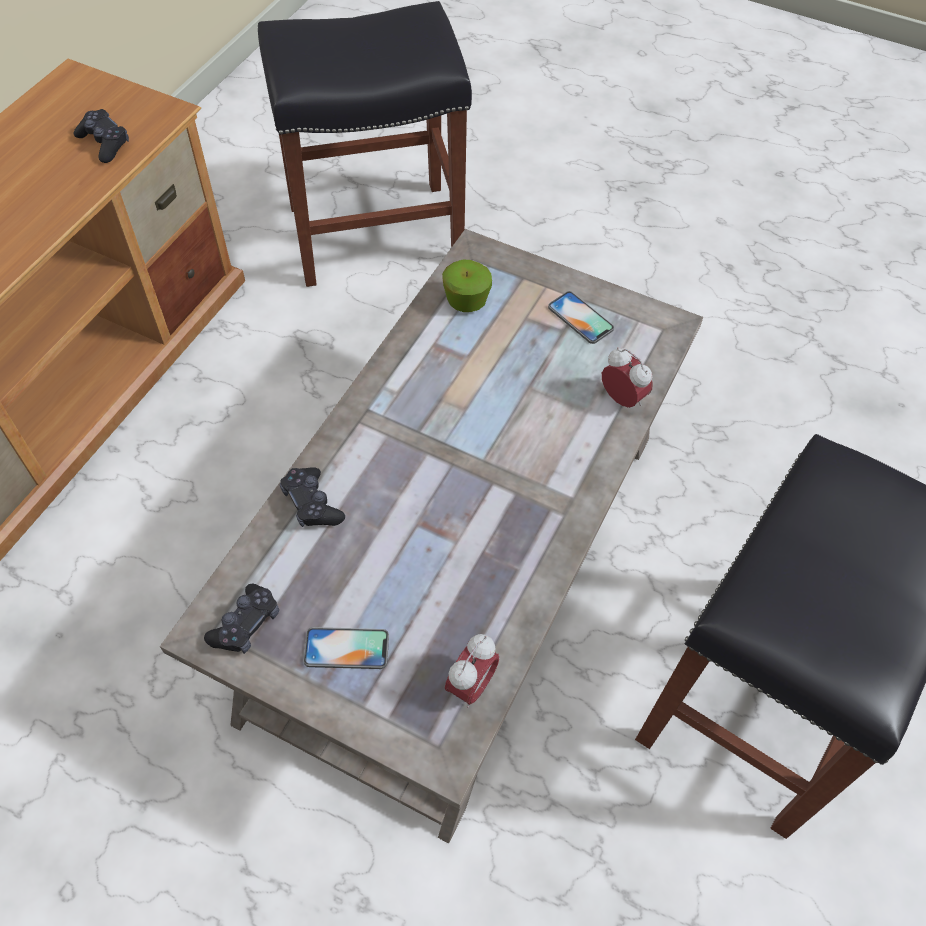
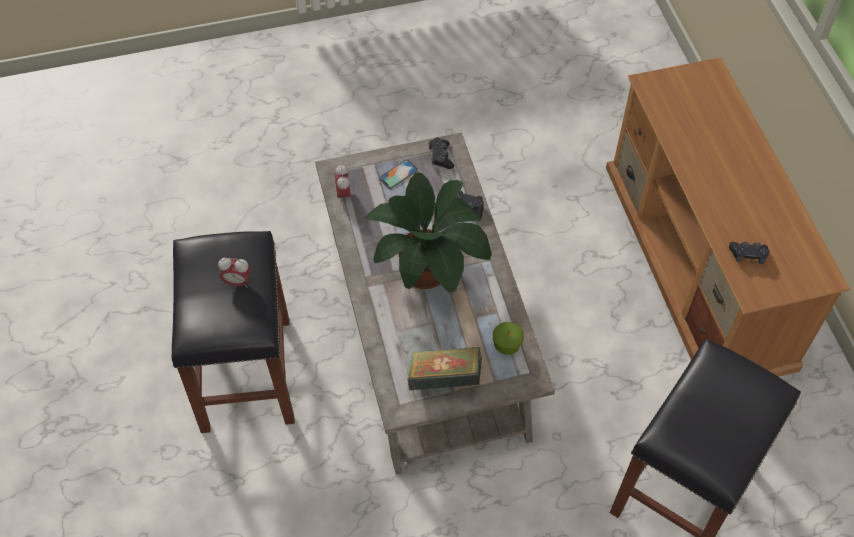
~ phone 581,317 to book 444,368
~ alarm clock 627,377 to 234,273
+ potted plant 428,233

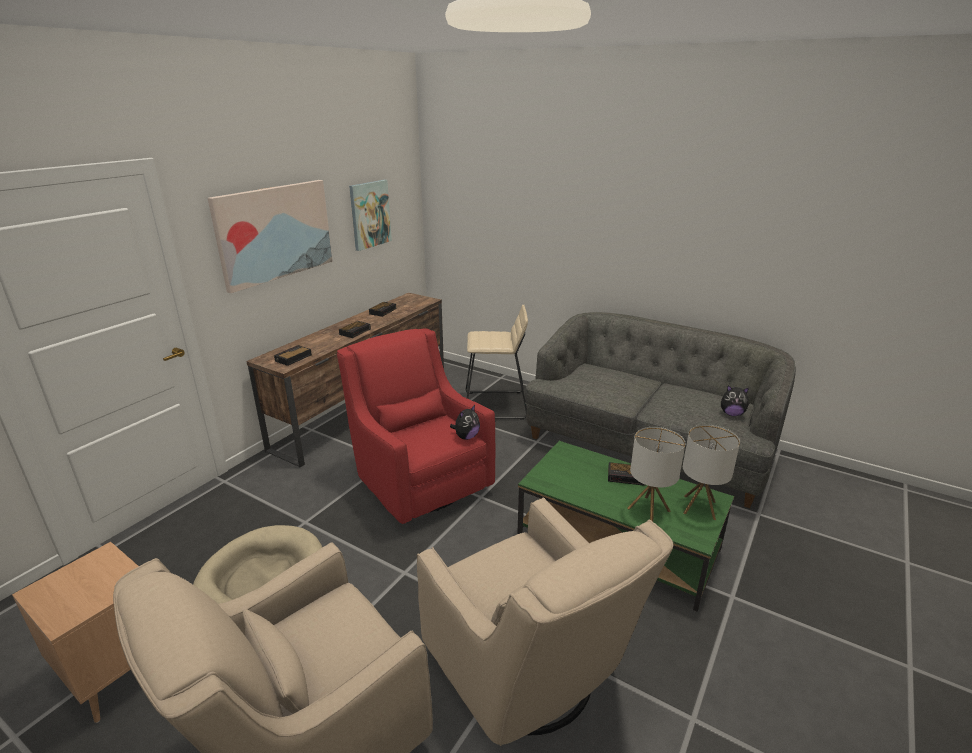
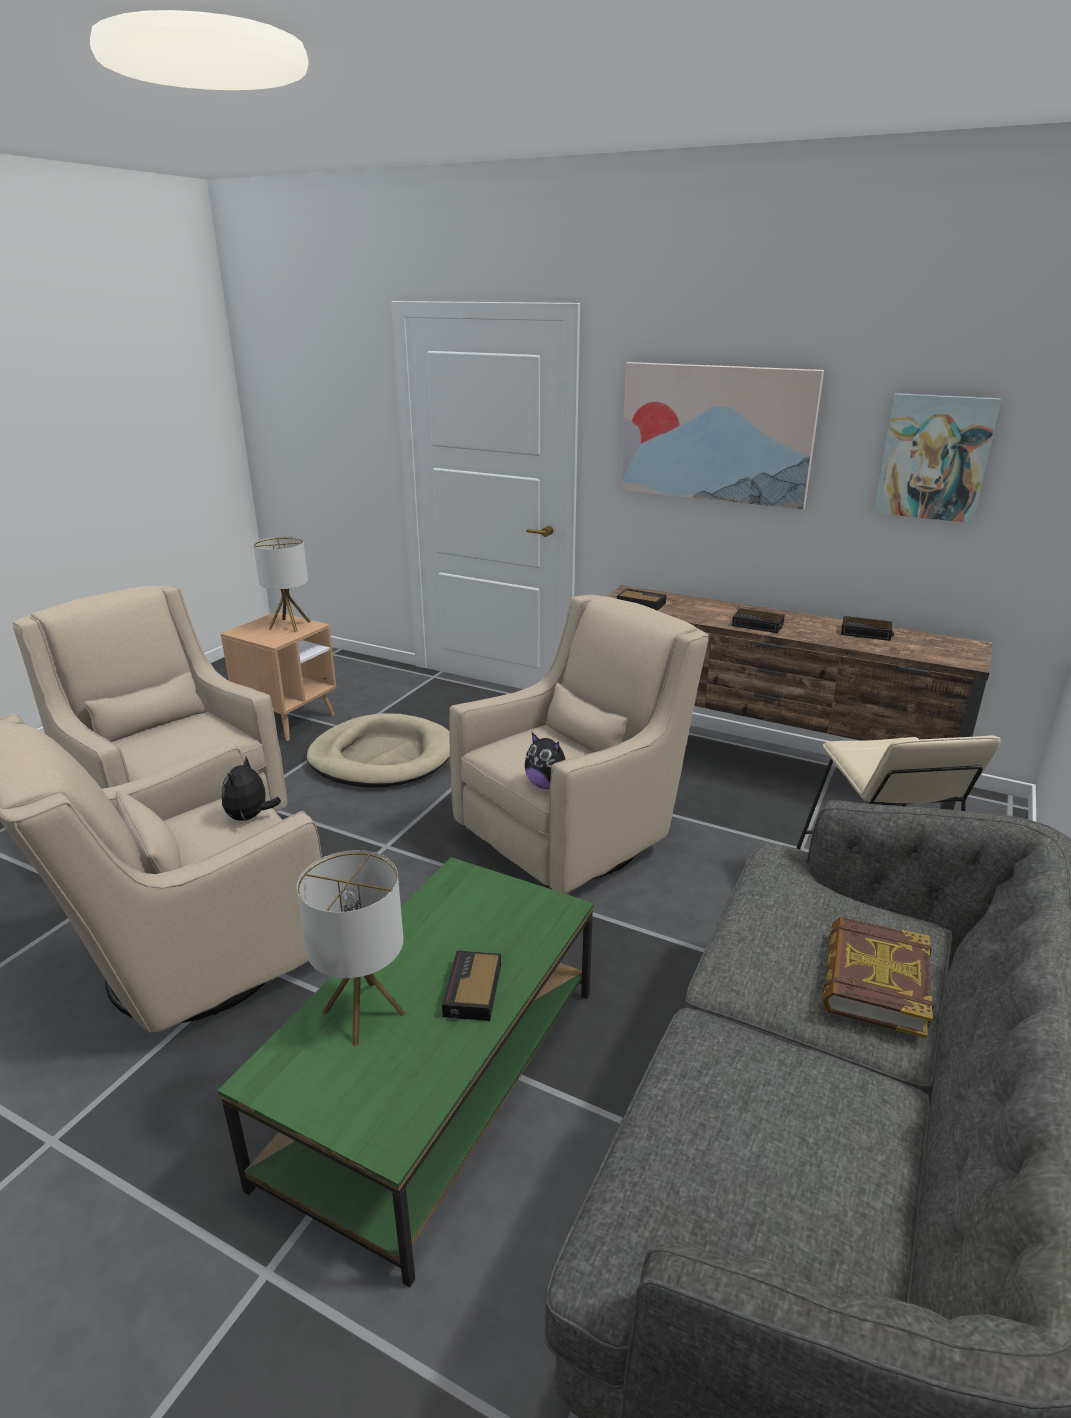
~ reddish armchair 416,426 to beige armchair 579,744
~ lamp for a table 711,472 to 282,584
~ soft toy 735,400 to 251,788
+ book 878,977

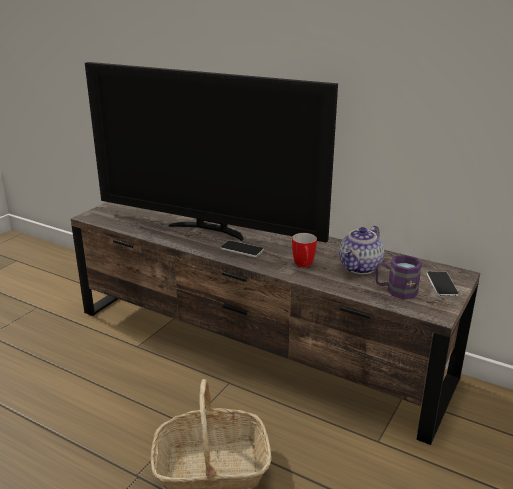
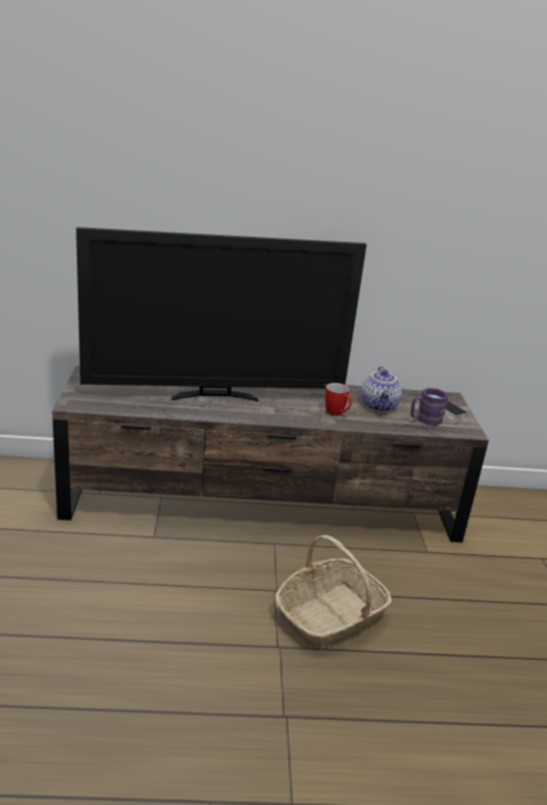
- phone 242,248

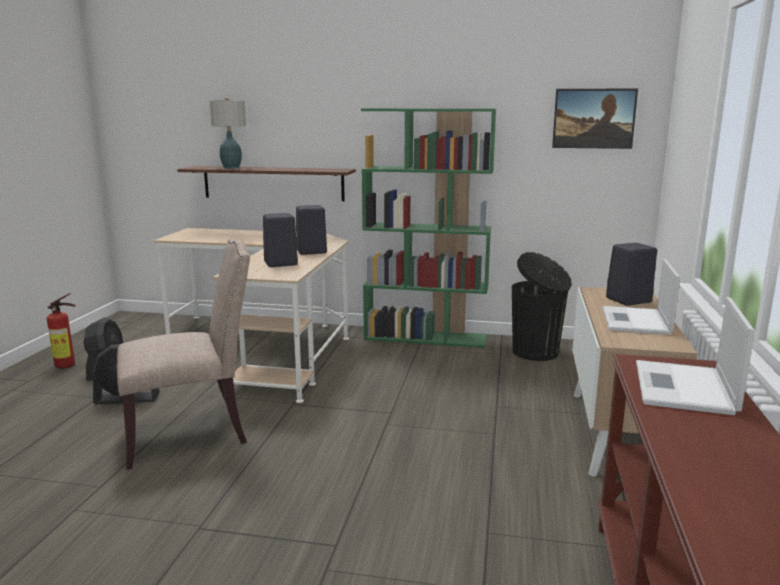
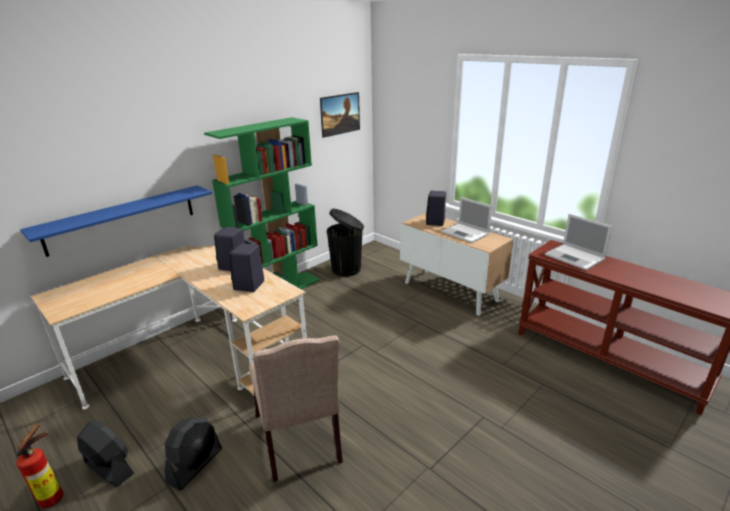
~ beige chair 183,354 = 296,408 150 degrees clockwise
~ brownish bracket shelf 266,183 to bluish bracket shelf 116,221
- lamp for a table 228,133

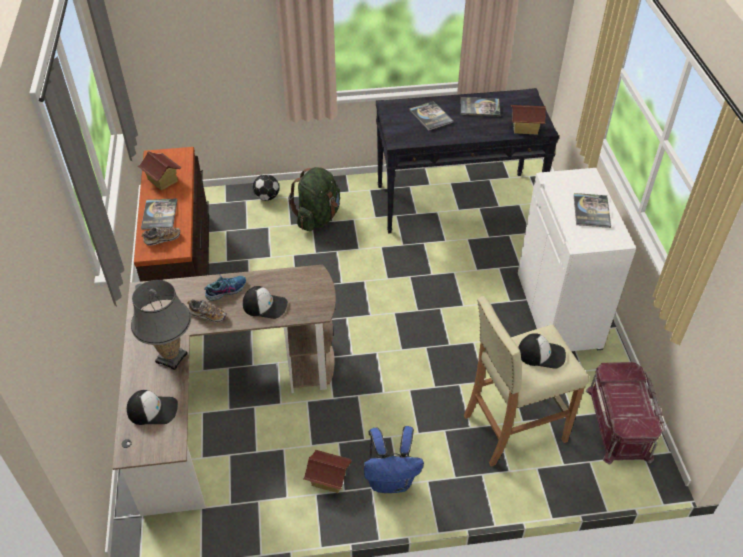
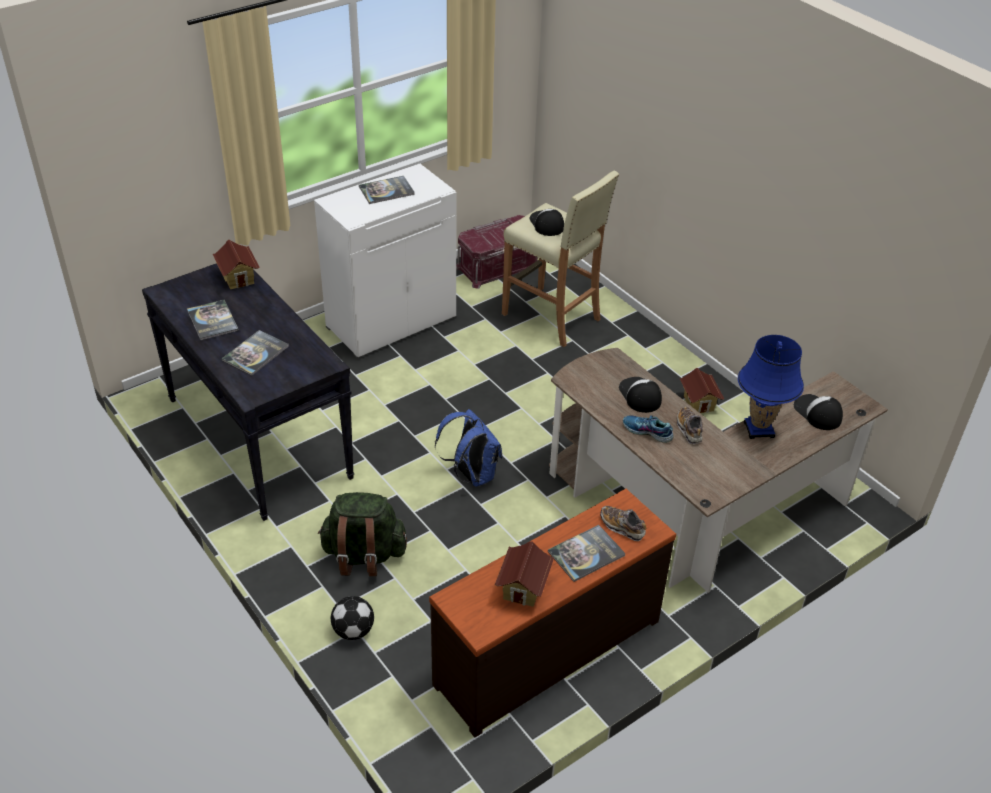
~ grey lamp for a table 161,325 to bluish lamp for a table 771,387
~ bluish rucksack 394,459 to 468,448

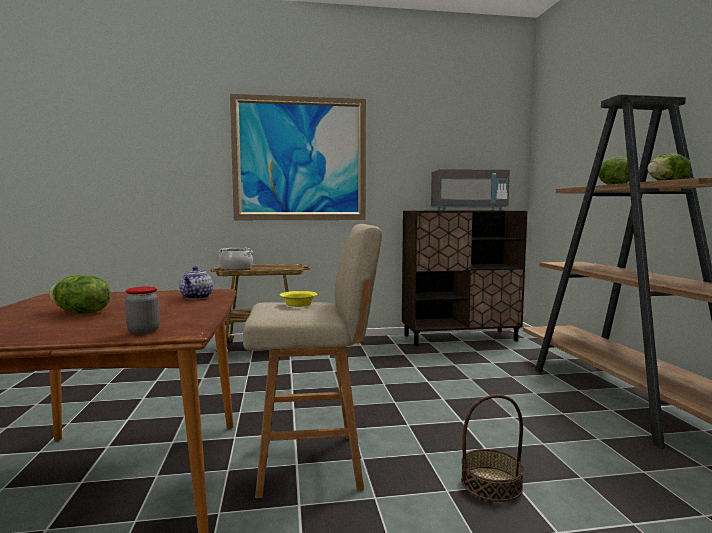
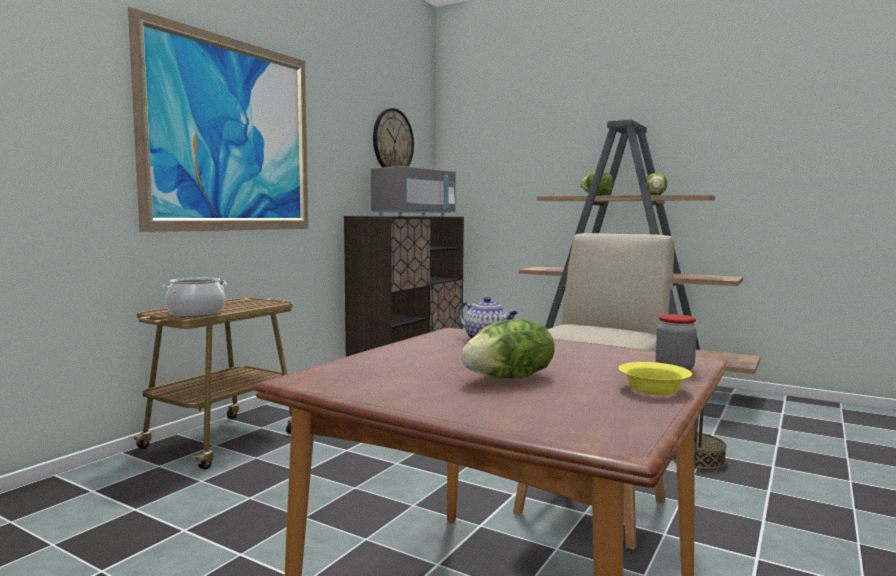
~ yellow-coloured bowl 298,299 to 655,378
+ hanging clock 393,138

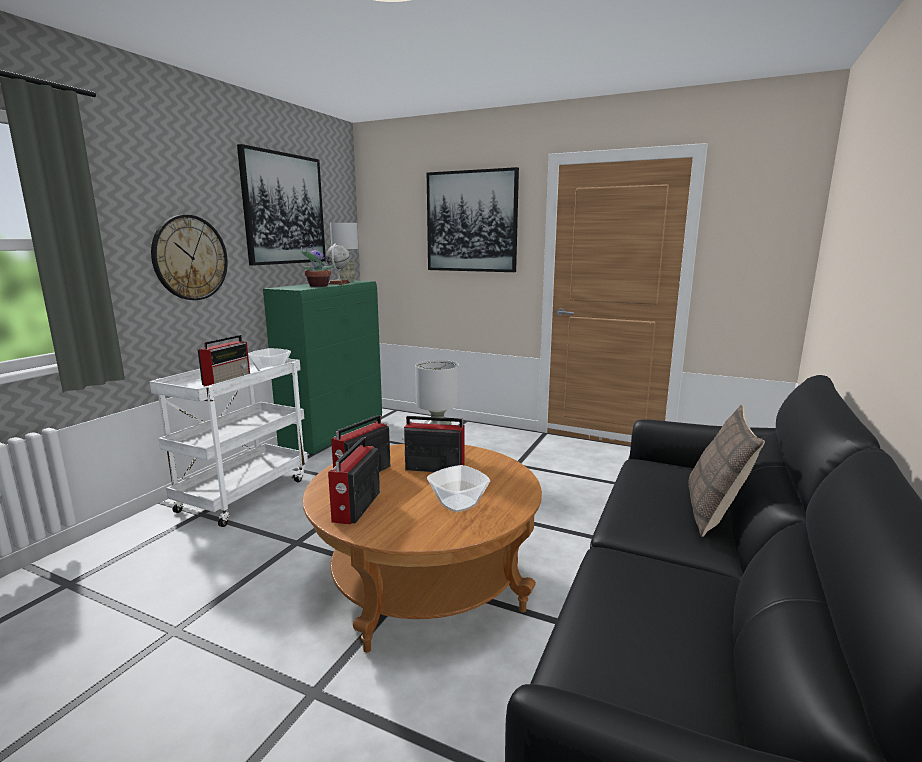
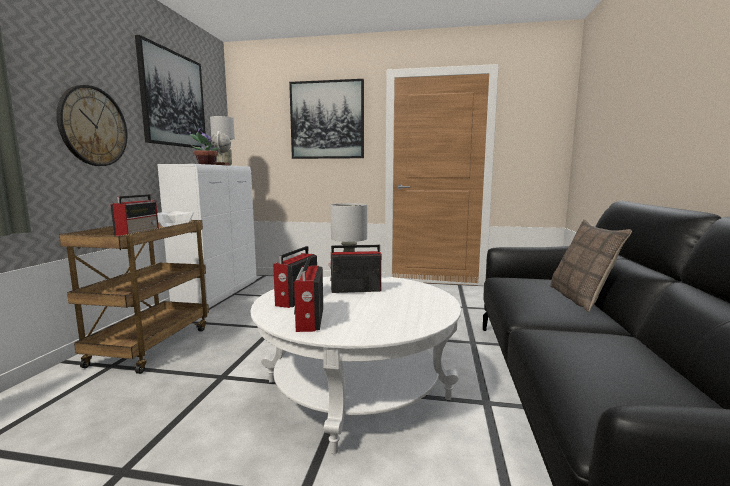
~ white-coloured cart 228,442 to brownish cart 134,297
~ greenish cupboard 322,367 to white-coloured cupboard 206,236
~ brownish coffee table 422,548 to white-coloured coffee table 355,365
- bowl 458,488

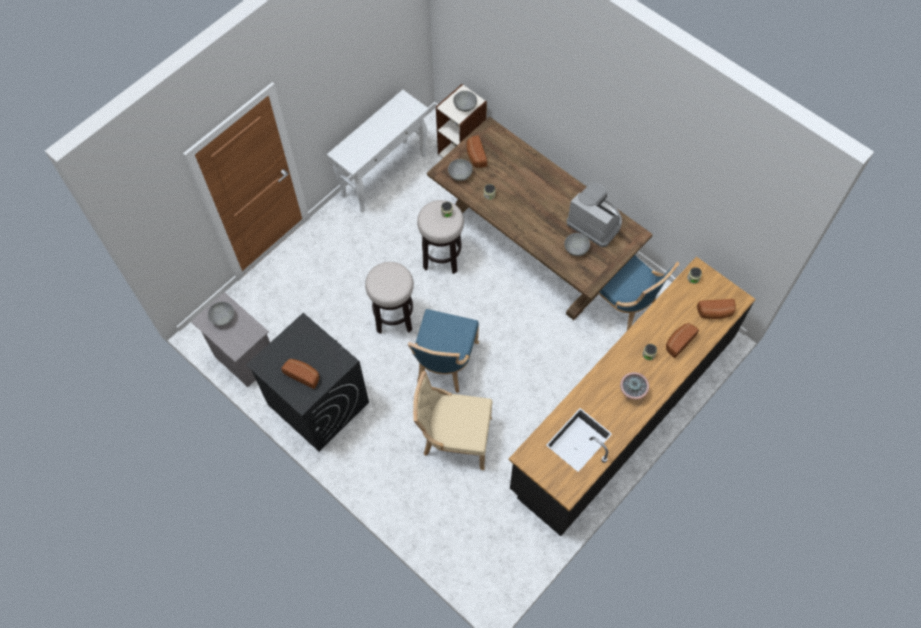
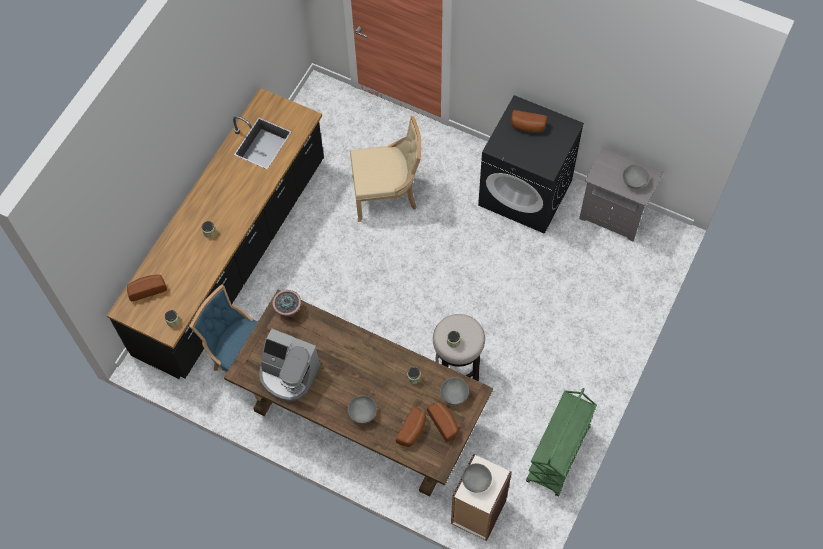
~ white-coloured console table 378,151 to greenish cart 561,442
- stool 389,298
- bluish chair 443,351
~ grey bowl 577,244 to 362,409
~ potted plant 634,386 to 286,303
~ bread 682,340 to 411,427

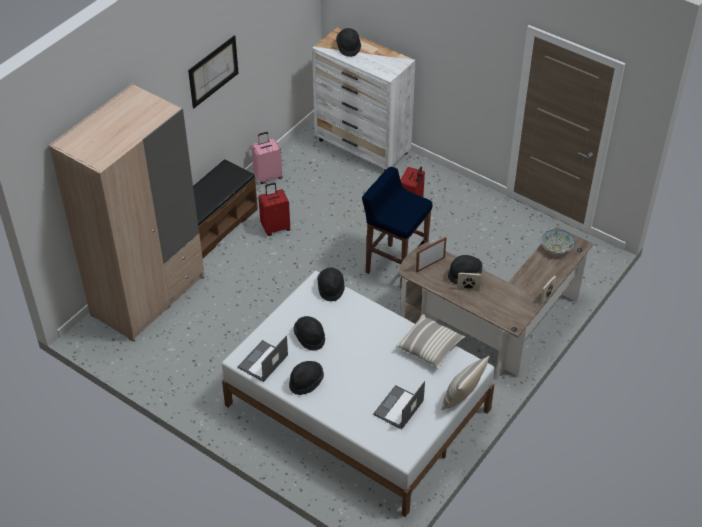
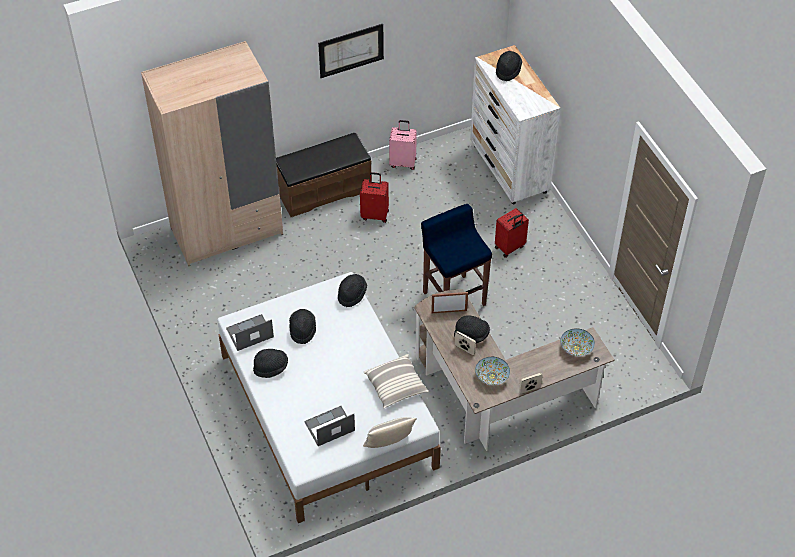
+ bowl 492,371

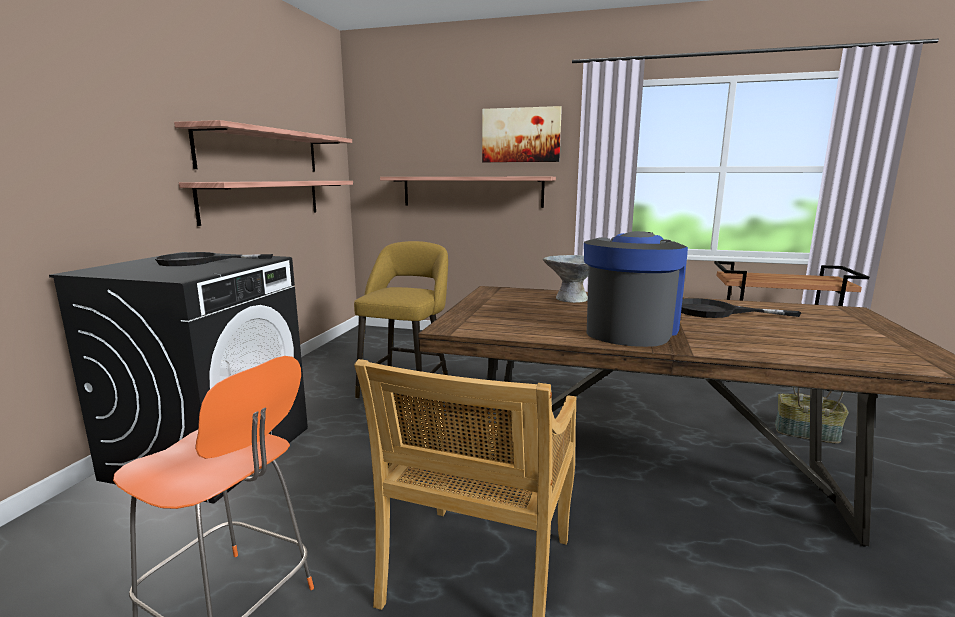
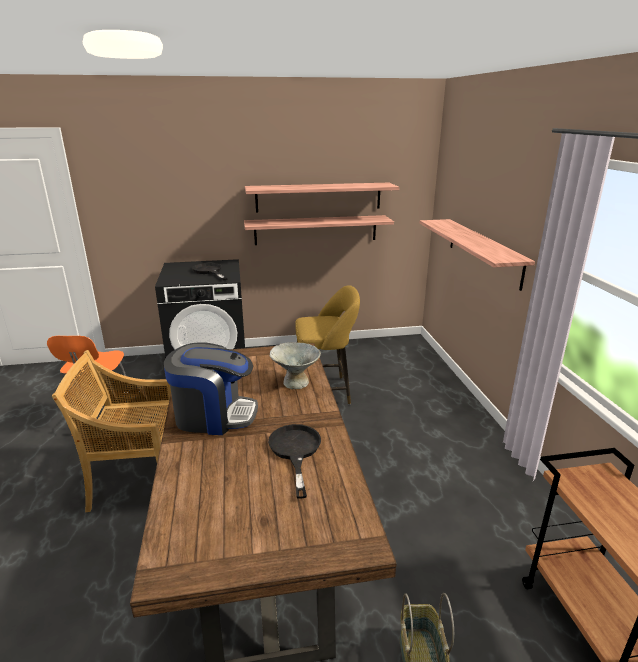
- wall picture 522,134

